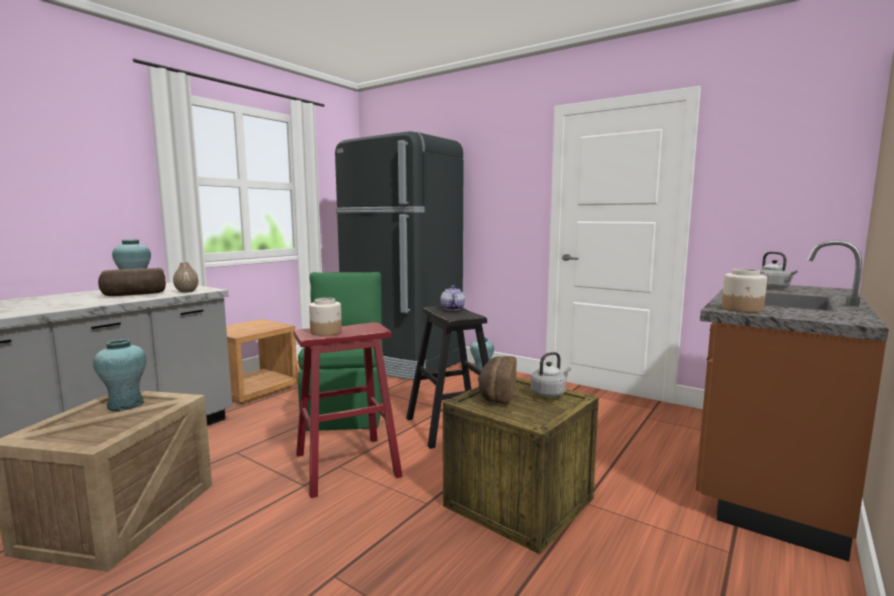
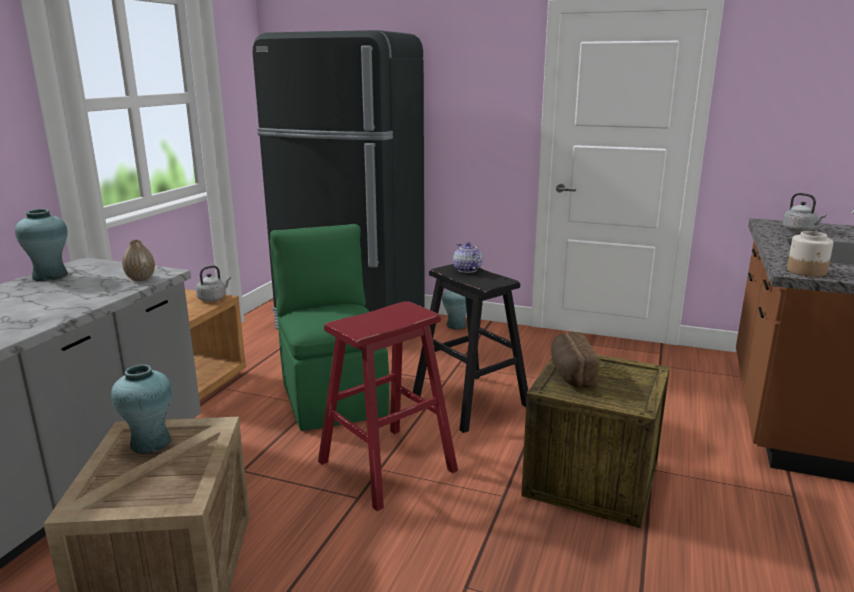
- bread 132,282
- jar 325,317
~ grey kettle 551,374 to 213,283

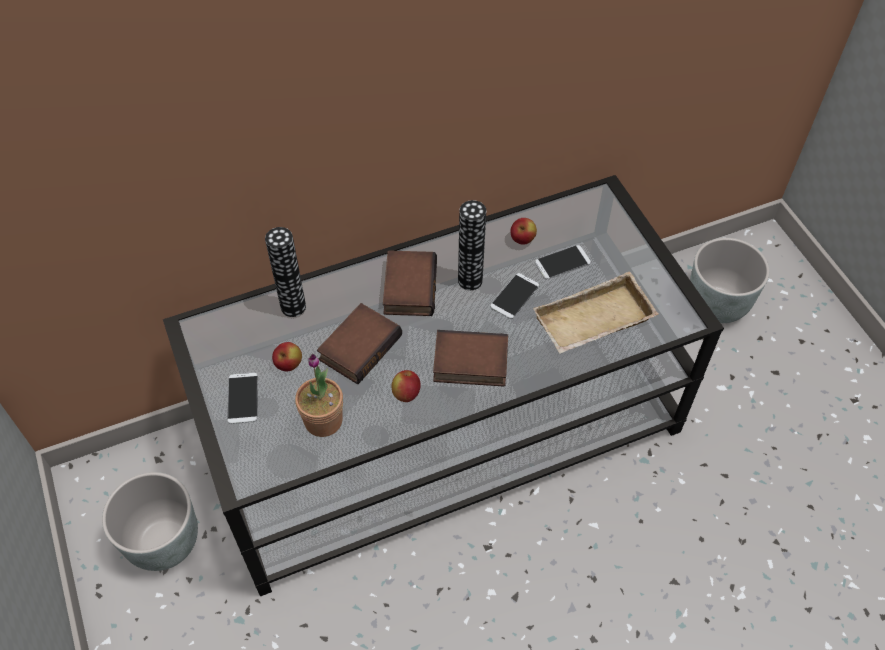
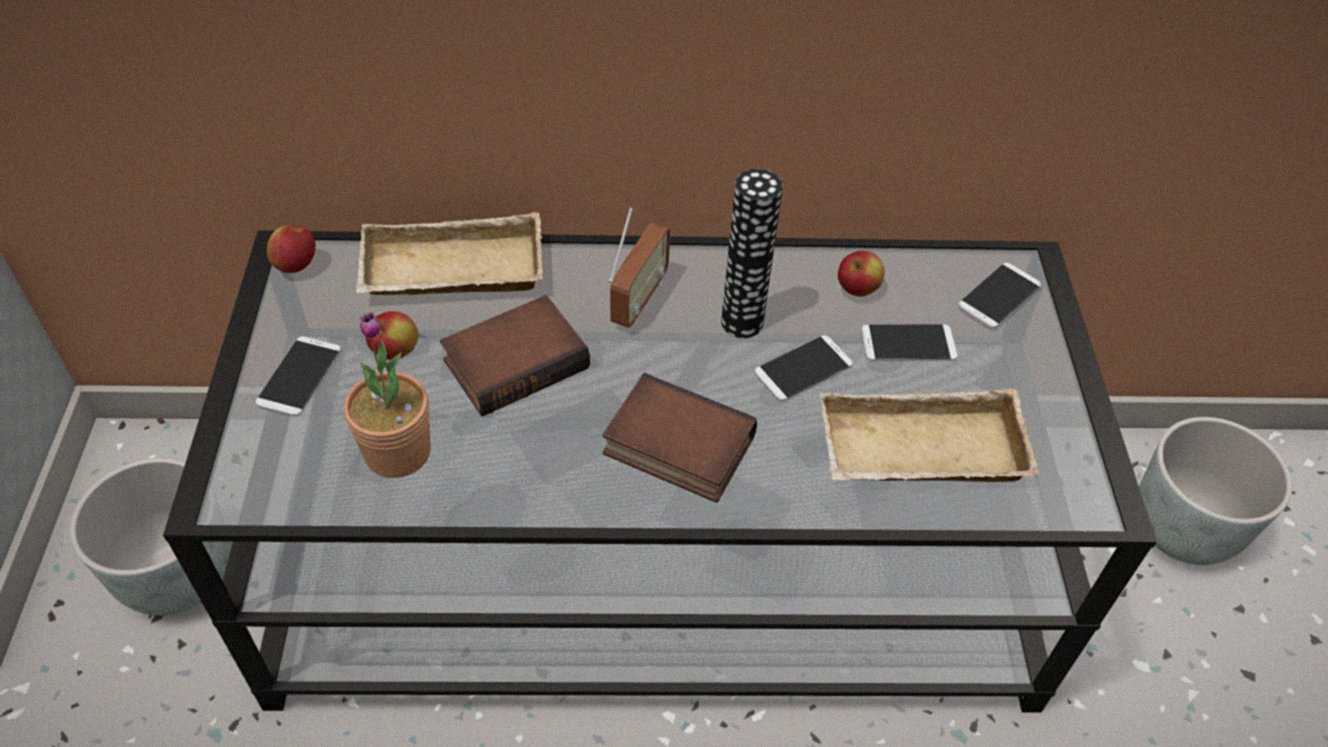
~ vase 285,272 to beige serving tray 449,253
~ book 410,283 to radio set 639,267
~ whole apple 406,386 to 291,249
+ phone 999,295

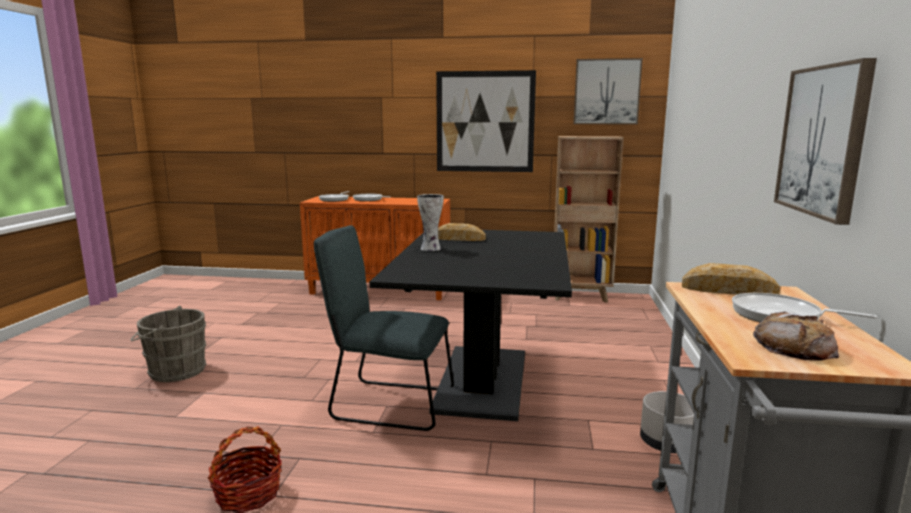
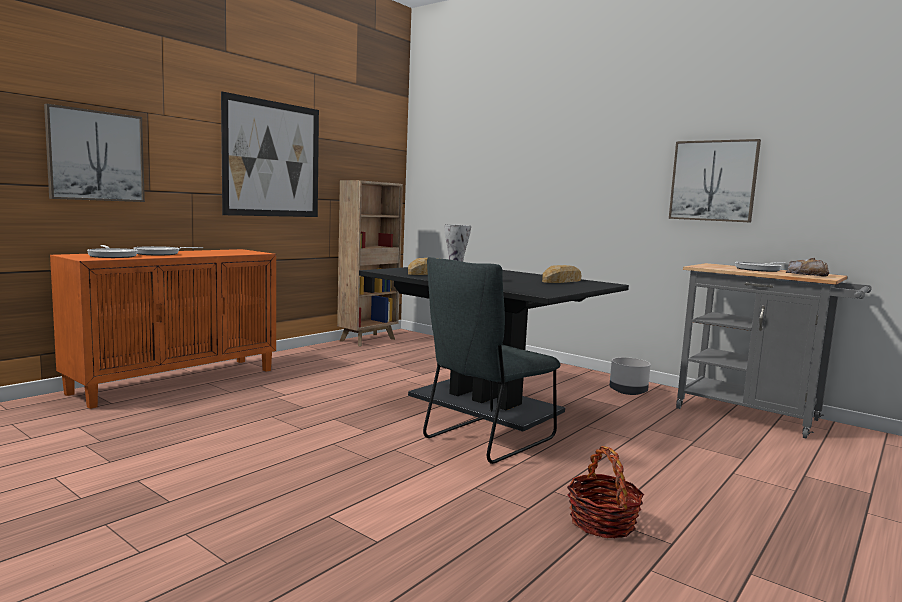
- grey pail 168,344
~ wall picture 608,91 to 94,153
~ bread 731,279 to 561,274

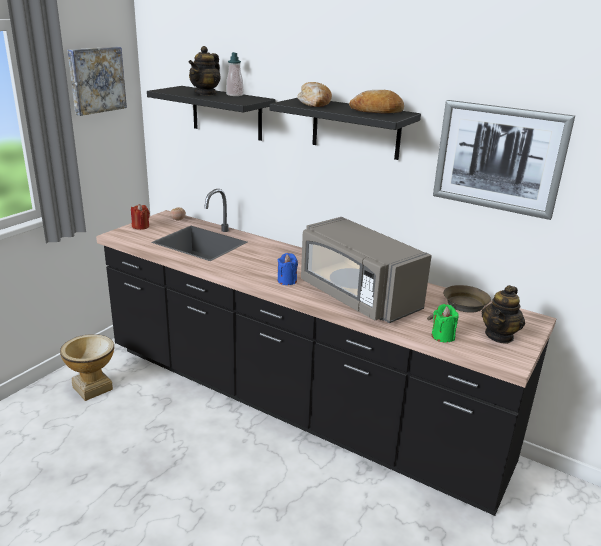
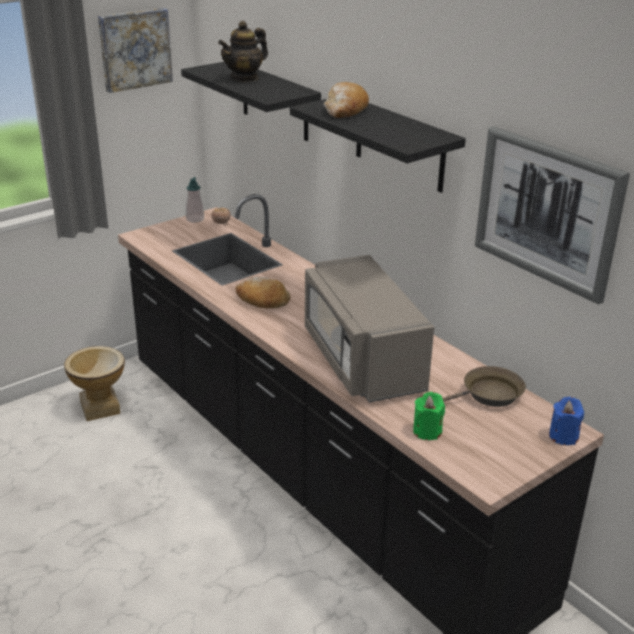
- reddish candle 140,217
~ soap bottle 234,74 to 195,199
~ bluish candle 288,269 to 566,421
~ bread 376,102 to 263,292
- pot for tea 503,314

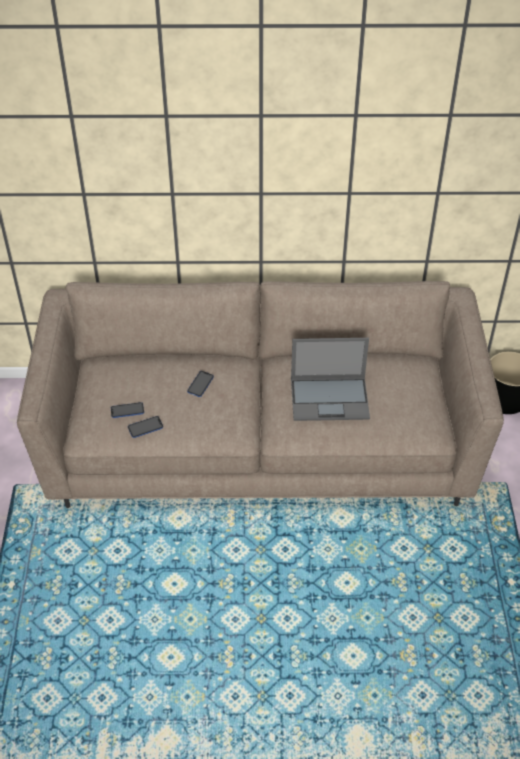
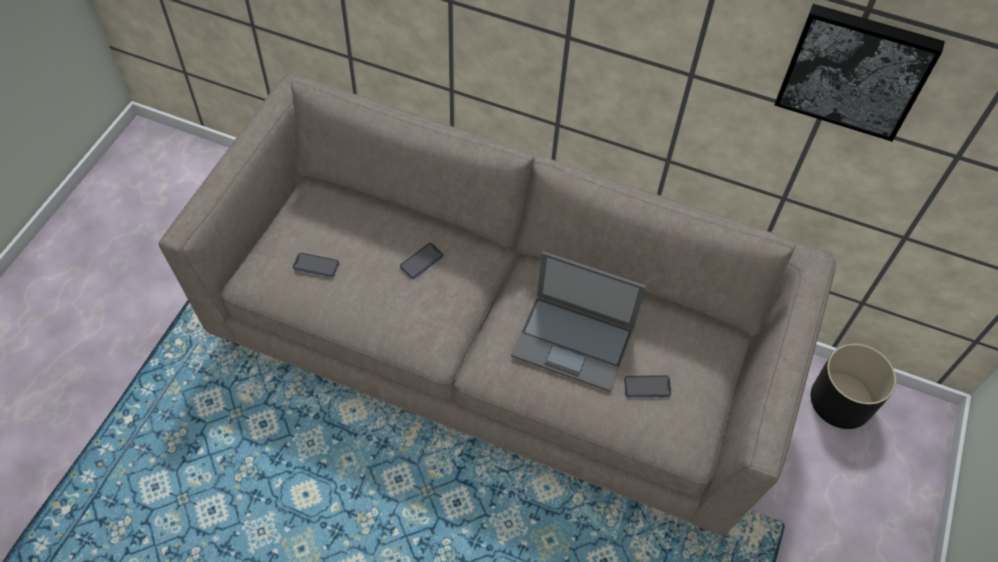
~ phone 145,427 to 647,386
+ wall picture 859,73

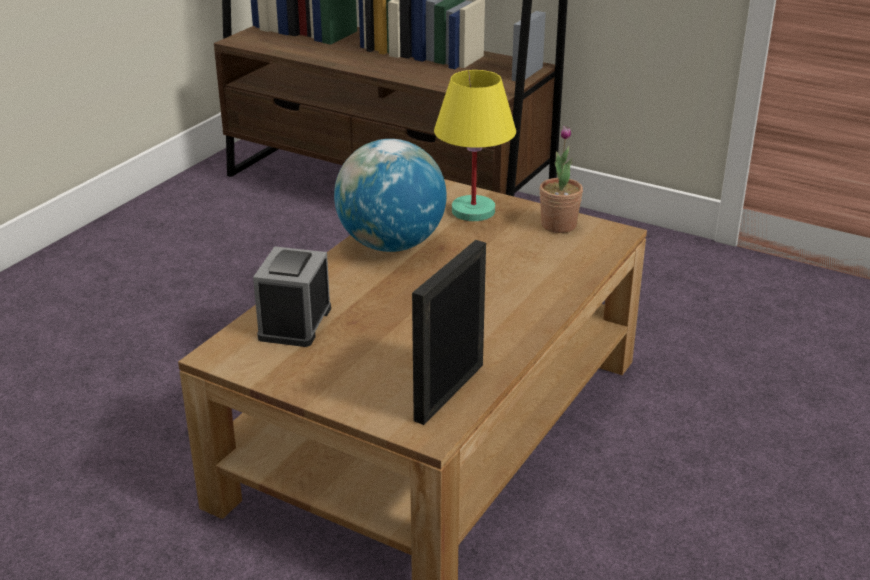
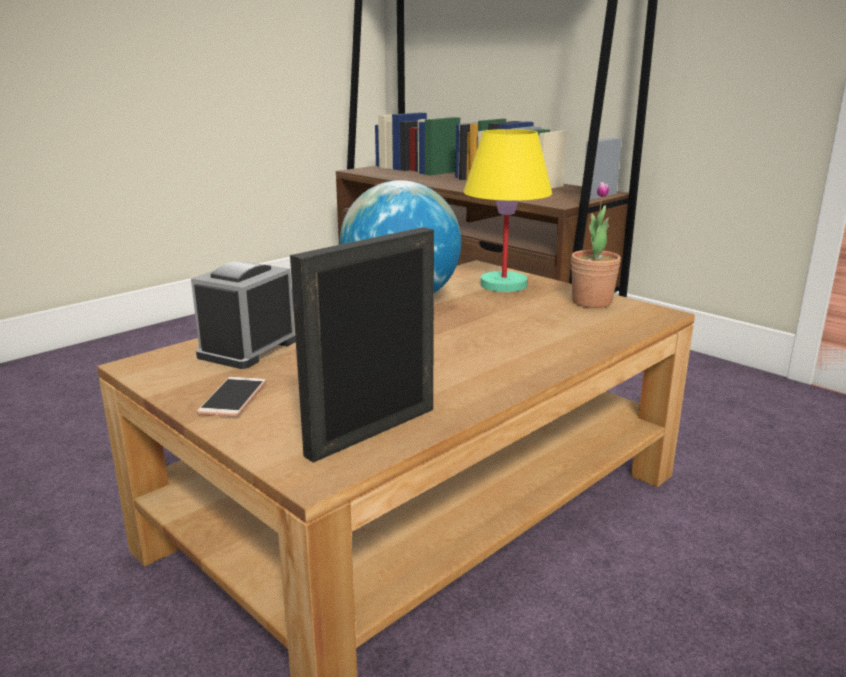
+ phone 231,397

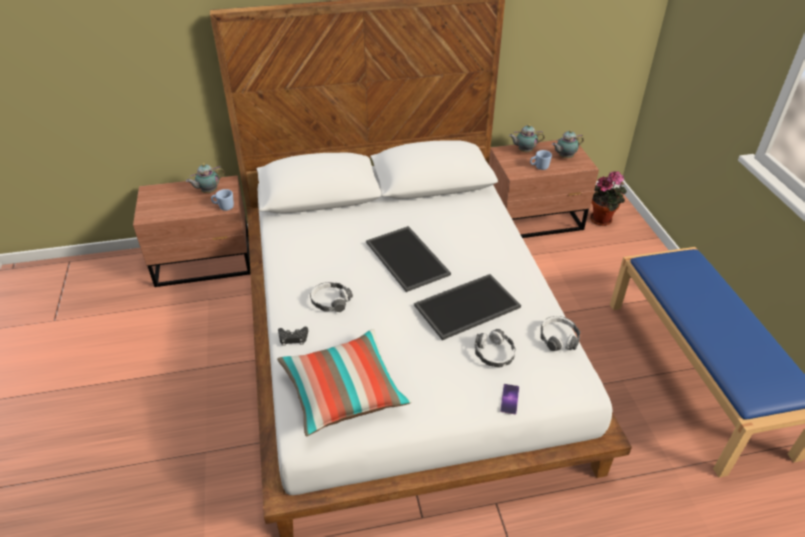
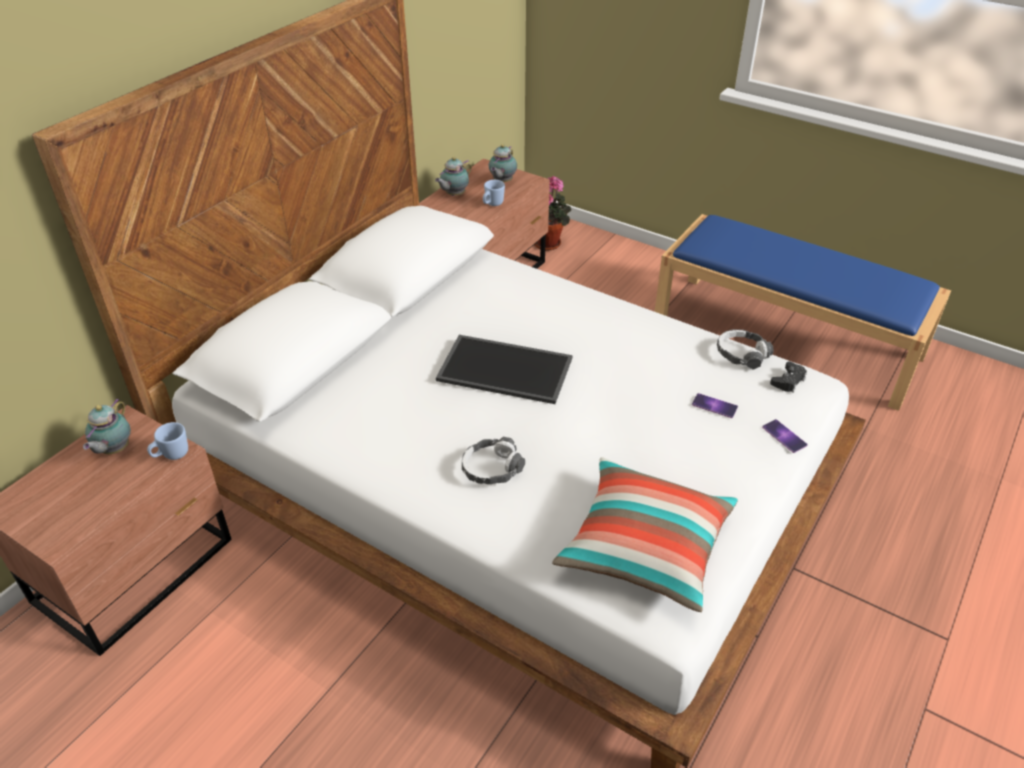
~ black-coloured game controller 293,336 to 788,377
- serving tray 467,307
~ headset 495,348 to phone 715,405

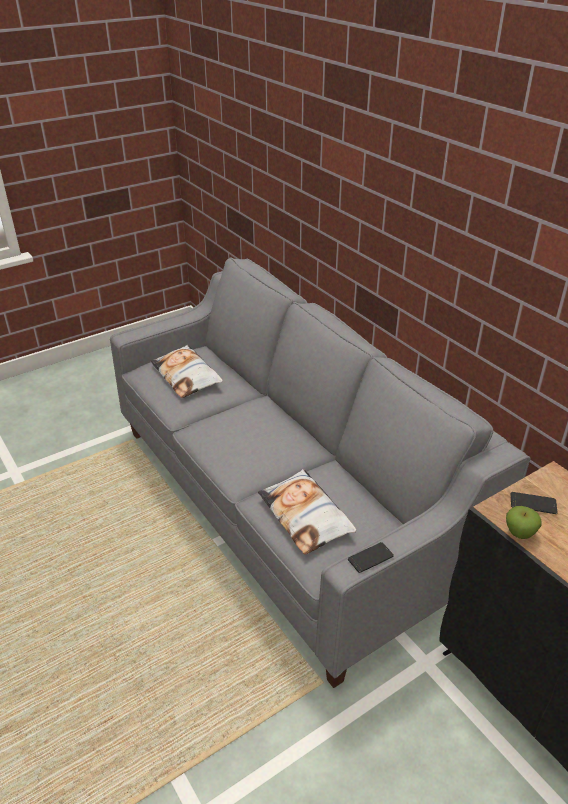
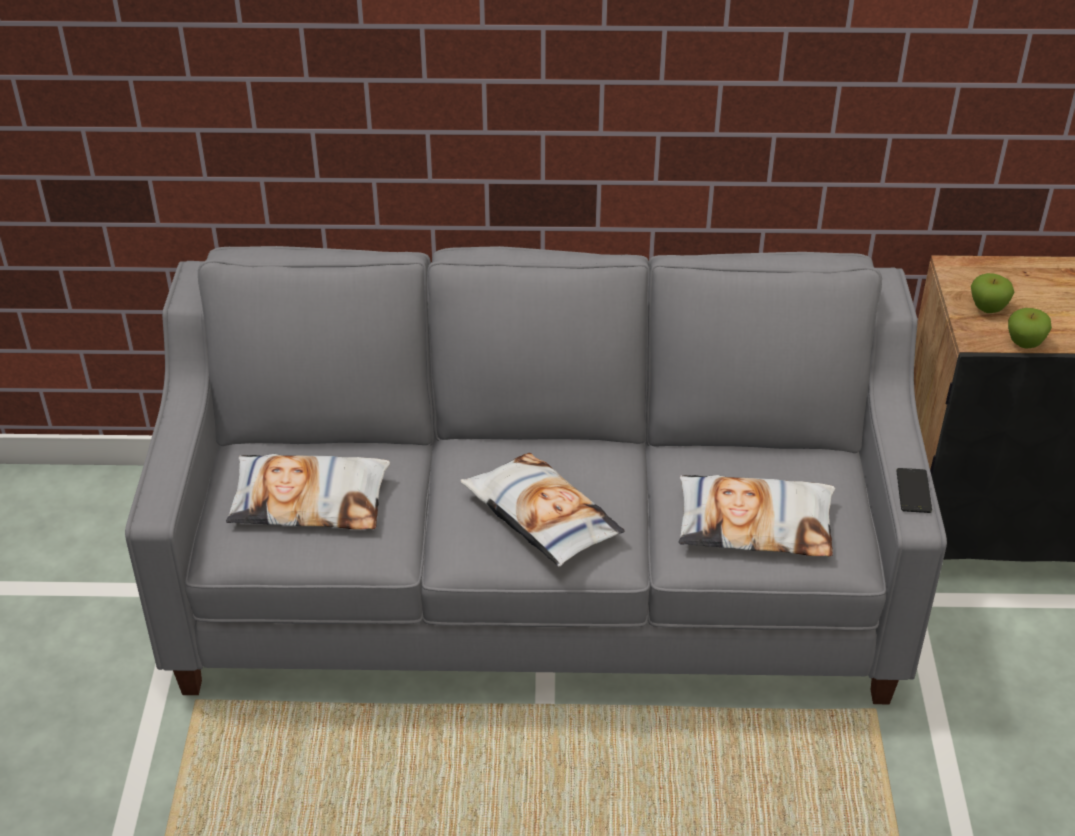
~ phone 534,503 to whole apple 992,293
+ throw pillow 542,510

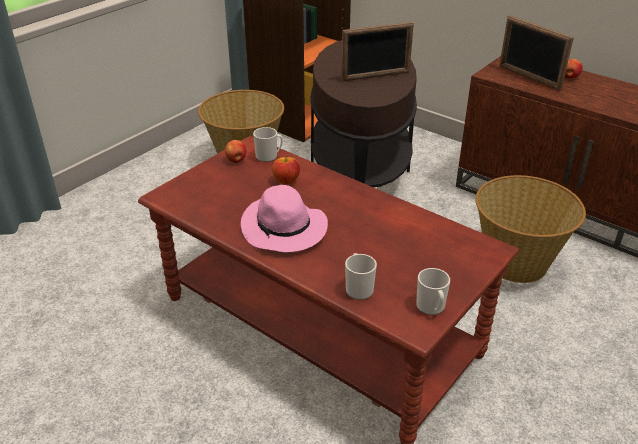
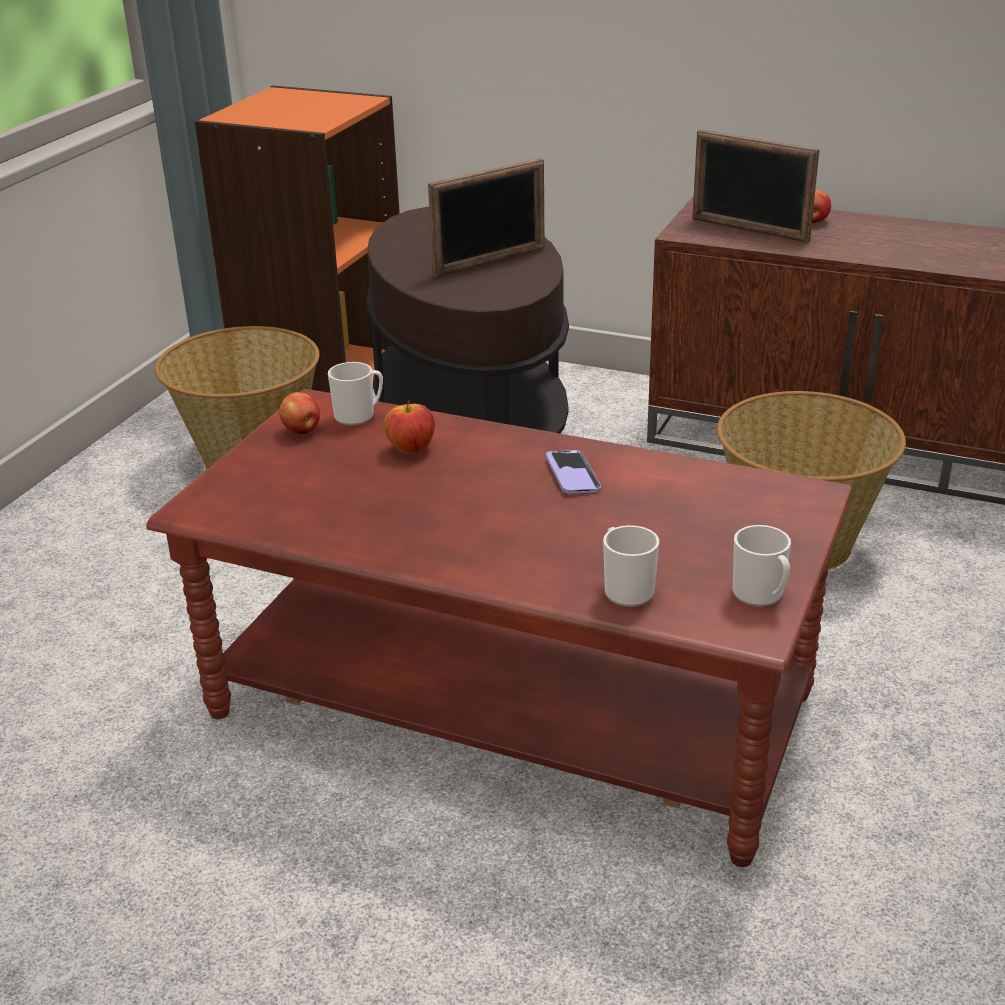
- pink wearable hat 284,219
+ phone 573,472

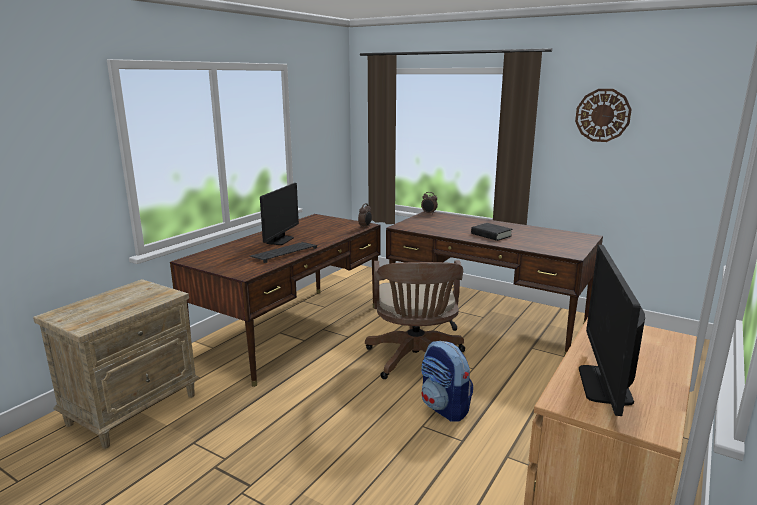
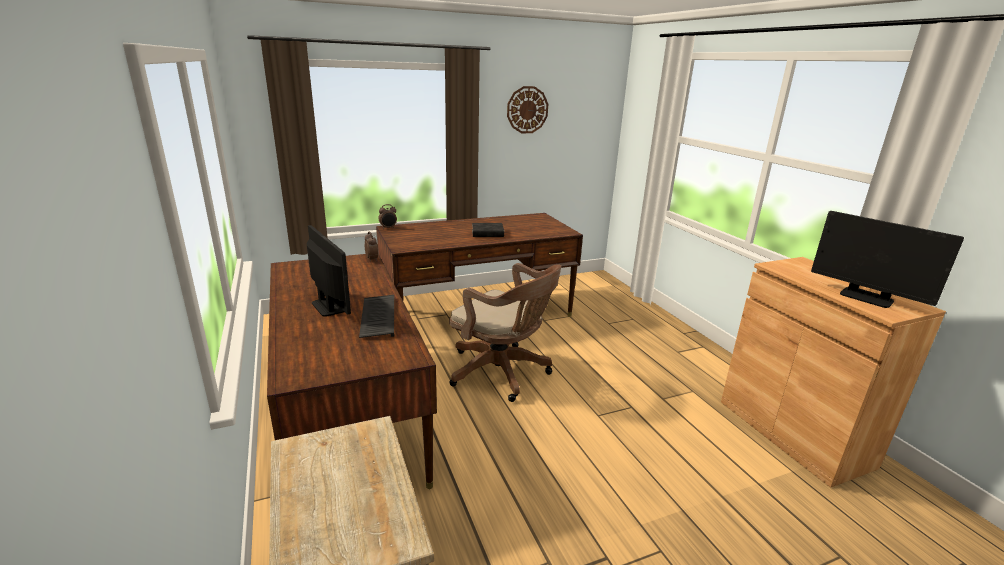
- rucksack 447,381

